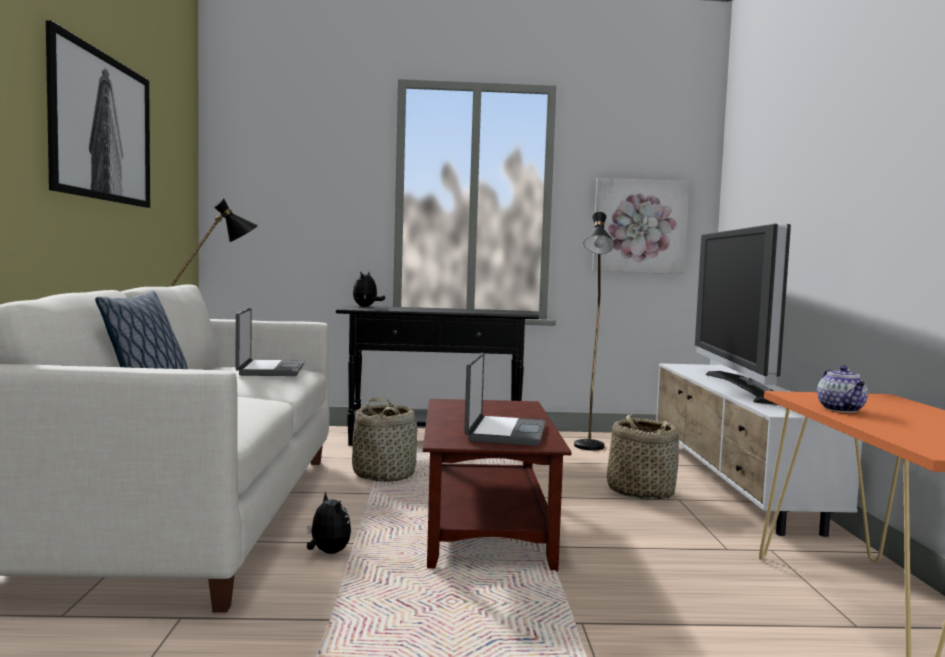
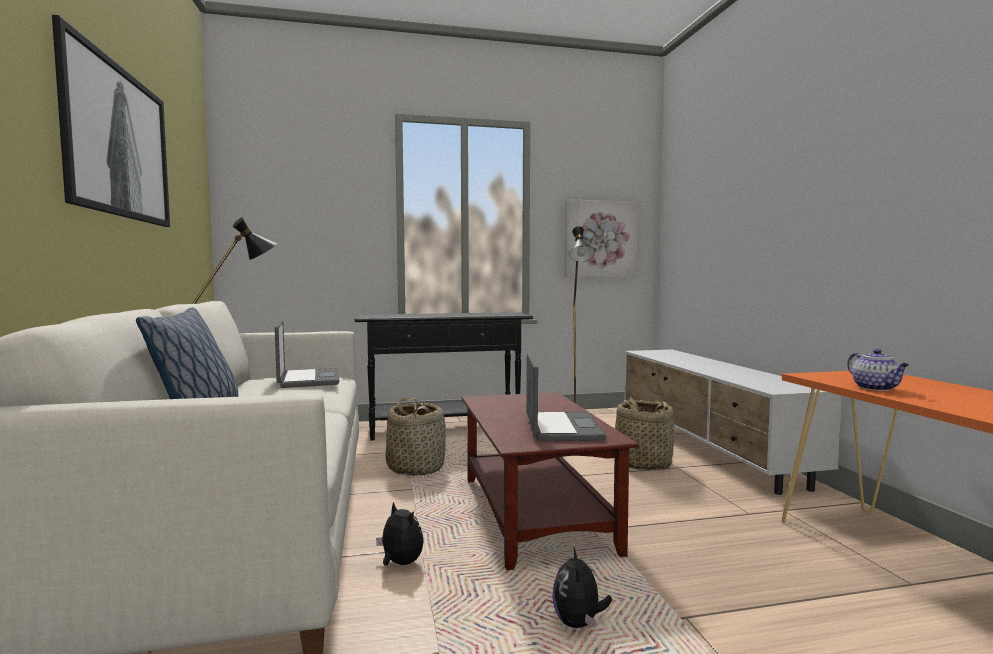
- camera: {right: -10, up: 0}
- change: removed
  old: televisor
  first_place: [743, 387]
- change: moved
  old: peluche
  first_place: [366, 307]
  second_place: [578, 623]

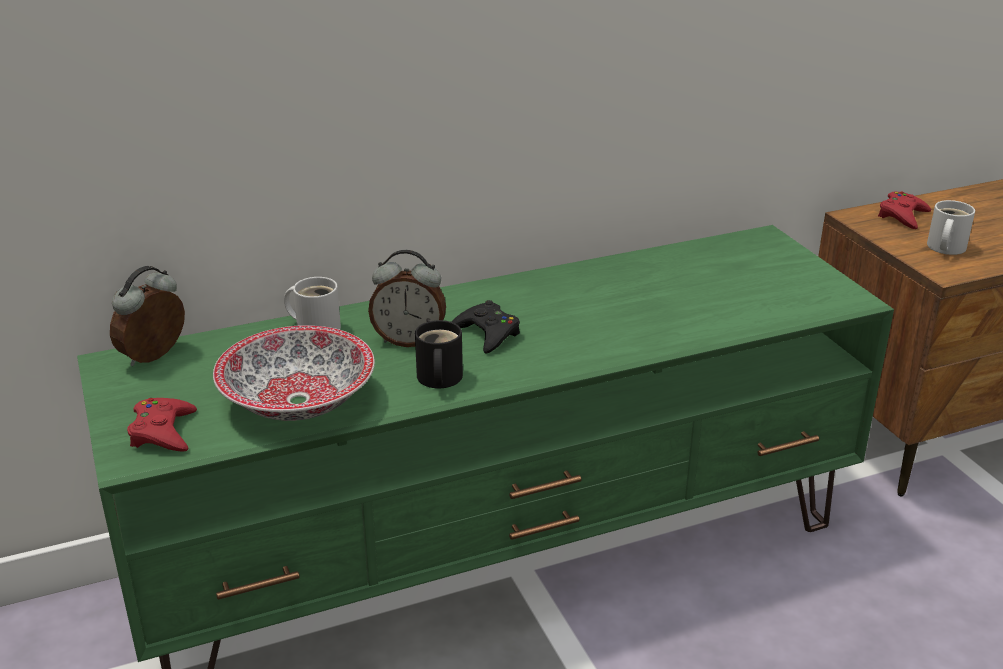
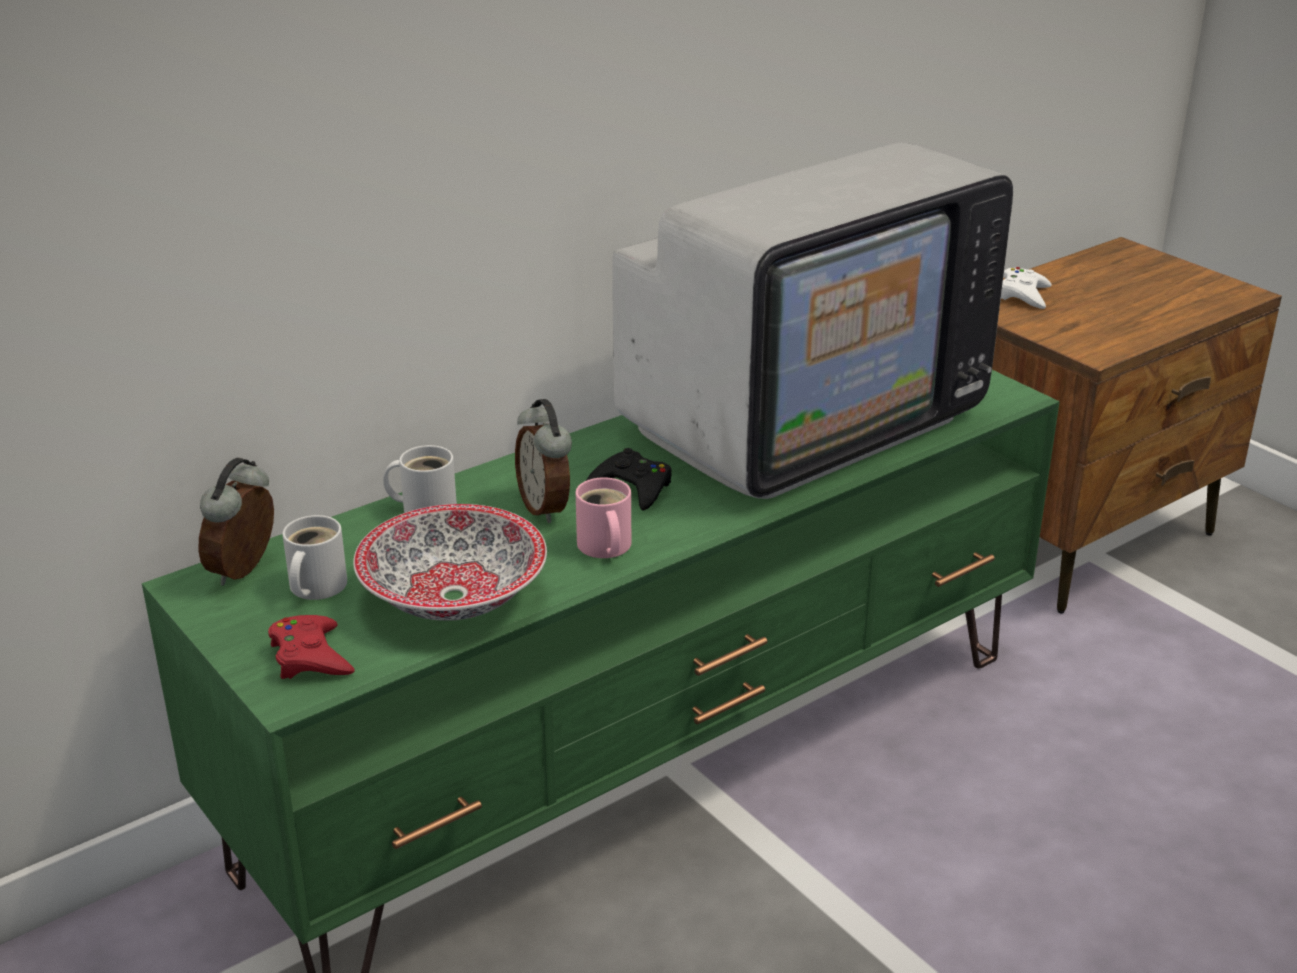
- camera: {right: -15, up: 0}
- change: recoloured
  old: mando de consola (rojo)
  new: mando de consola (blanco)
  first_place: [902, 216]
  second_place: [1024, 295]
- change: moved
  old: taza grande (blanco)
  first_place: [944, 248]
  second_place: [314, 587]
- change: turned
  old: despertador
  first_place: [409, 340]
  second_place: [546, 508]
  degrees: 75
- change: recoloured
  old: taza grande (negro)
  new: taza grande (rosa)
  first_place: [437, 379]
  second_place: [603, 547]
- change: added
  new: televisor
  second_place: [803, 423]

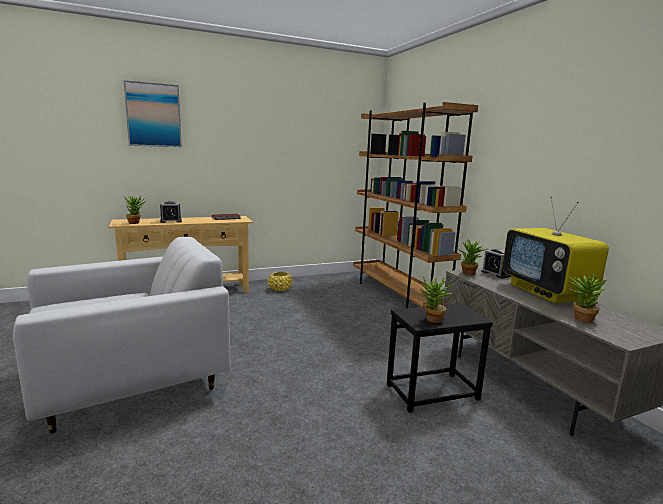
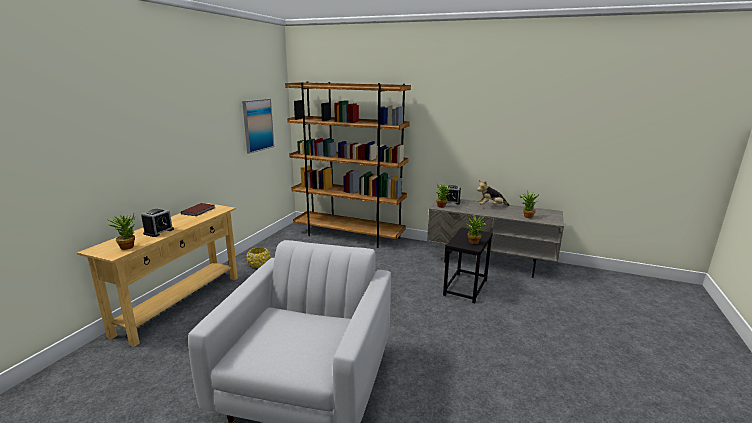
- camera: {right: -45, up: 5}
- change: moved
  old: cuadro
  first_place: [153, 115]
  second_place: [257, 125]
- change: replaced
  old: televisor
  new: peluche
  first_place: [547, 292]
  second_place: [490, 206]

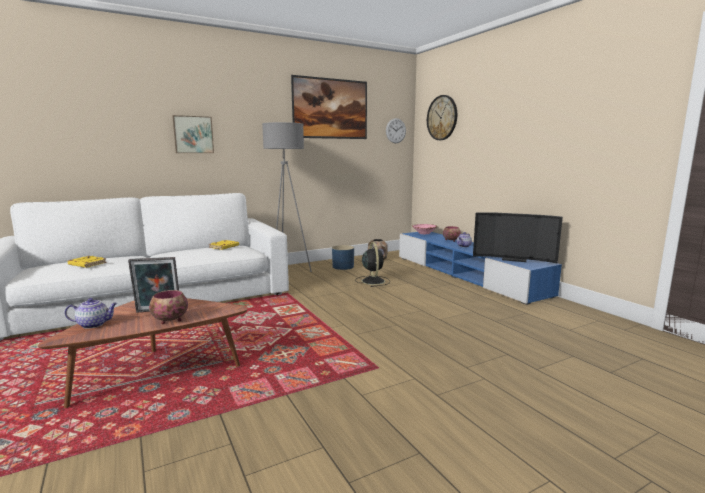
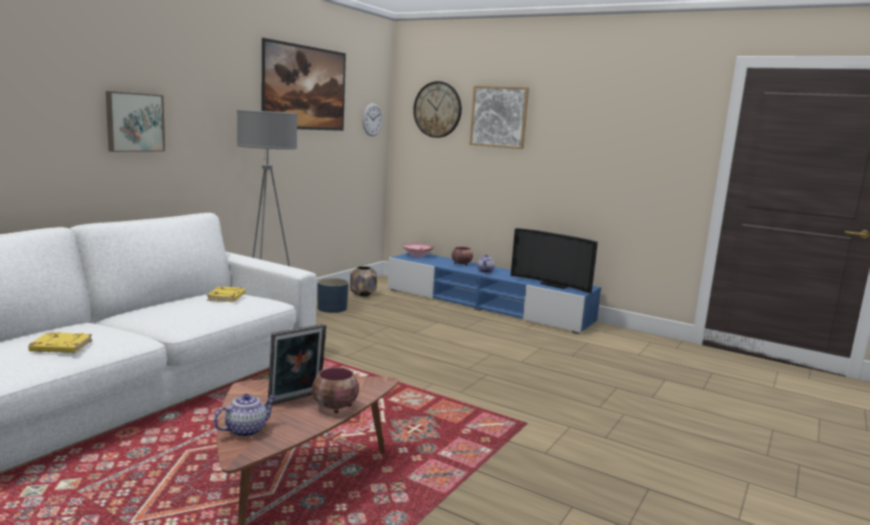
- camera: {right: -30, up: 0}
- change: turned
  old: televisor
  first_place: [513, 259]
  second_place: [554, 285]
  degrees: 45
- change: removed
  old: ventilador (negro)
  first_place: [373, 281]
- change: added
  new: cuadro
  second_place: [499, 117]

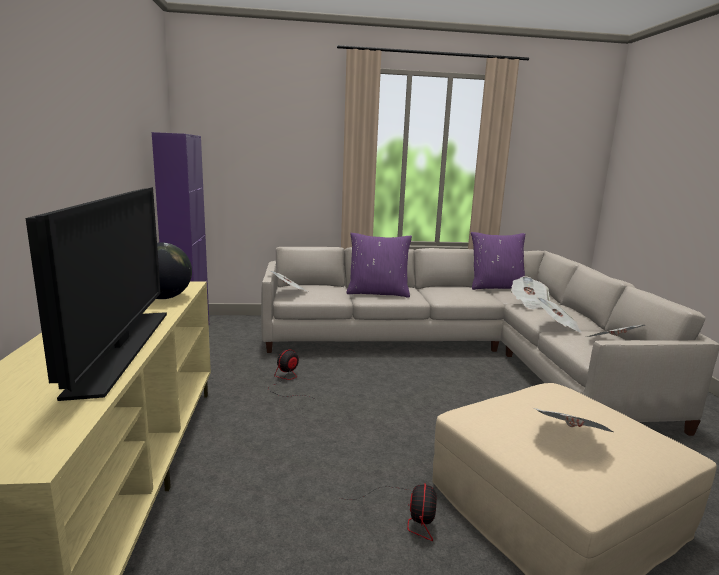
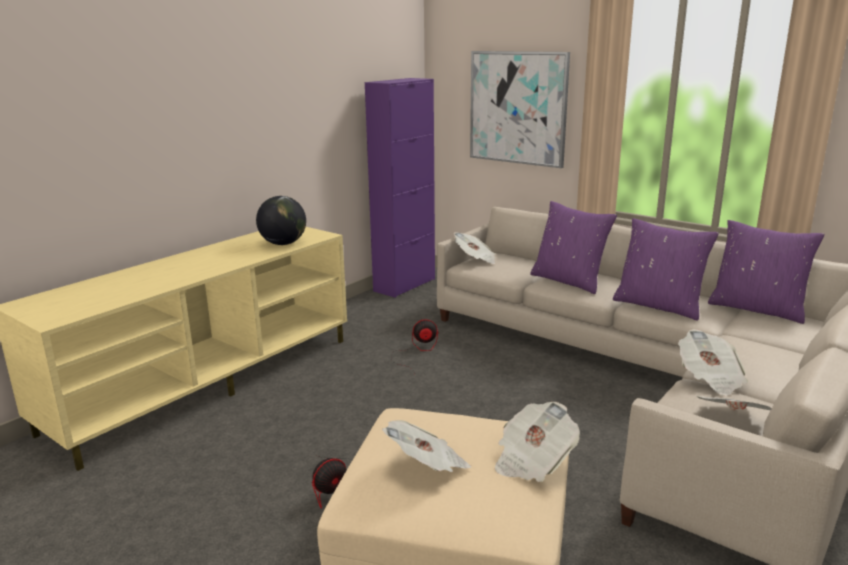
- camera: {right: 45, up: 5}
- change: removed
  old: televisor
  first_place: [121, 349]
- change: moved
  old: periódico
  first_place: [529, 303]
  second_place: [532, 460]
- change: added
  new: cuadro
  second_place: [517, 108]
- change: added
  new: cojín (morado)
  second_place: [659, 305]

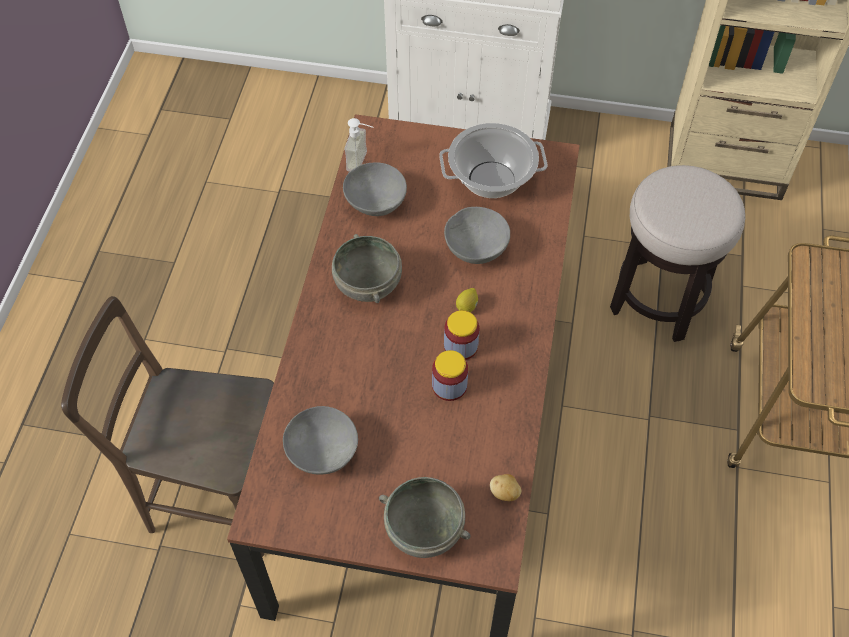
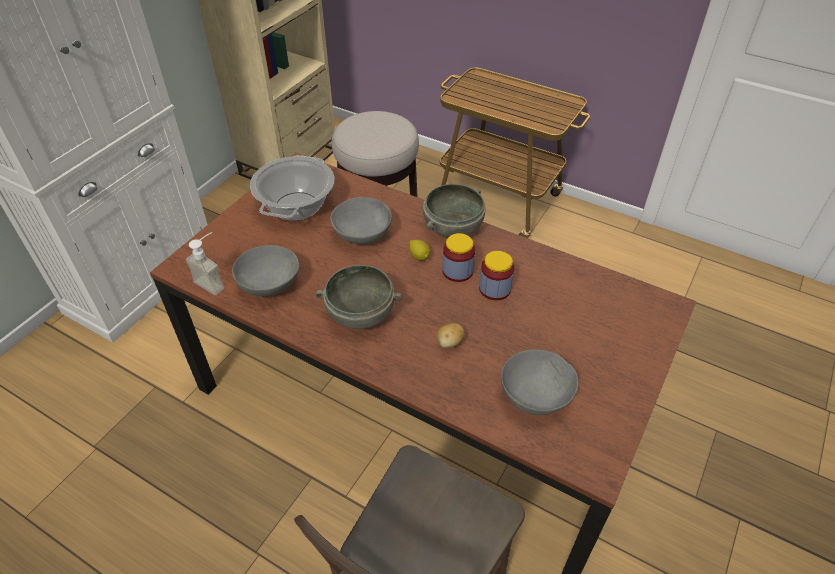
- camera: {right: -70, up: -10}
- change: moved
  old: patata
  first_place: [505, 493]
  second_place: [449, 343]
- change: moved
  old: cuenco (gris)
  first_place: [425, 528]
  second_place: [452, 228]

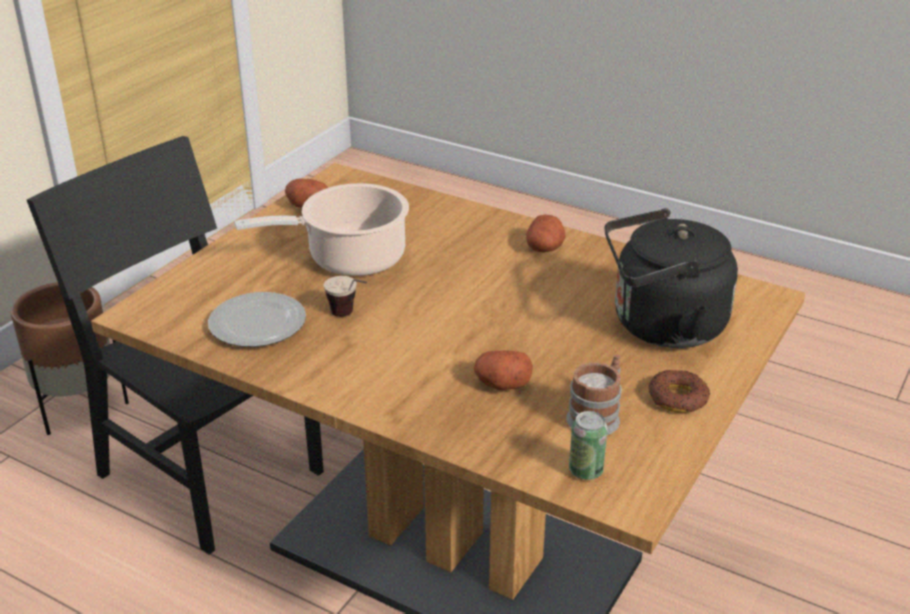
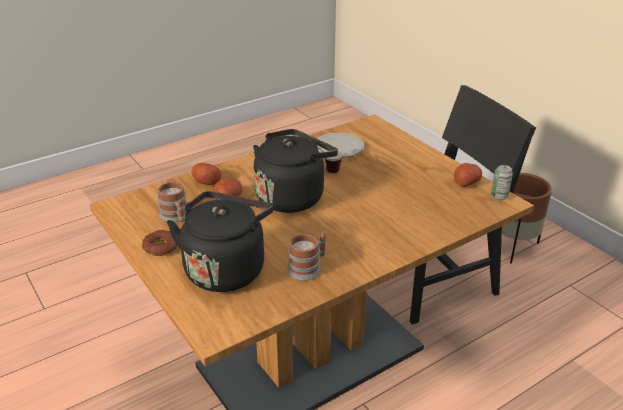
- camera: {right: 115, up: 0}
- change: removed
  old: olla
  first_place: [350, 258]
- change: moved
  old: patata
  first_place: [545, 248]
  second_place: [206, 181]
- change: moved
  old: lata
  first_place: [585, 471]
  second_place: [499, 196]
- change: added
  new: hervidor (negro)
  second_place: [292, 196]
- change: added
  new: taza grande
  second_place: [308, 268]

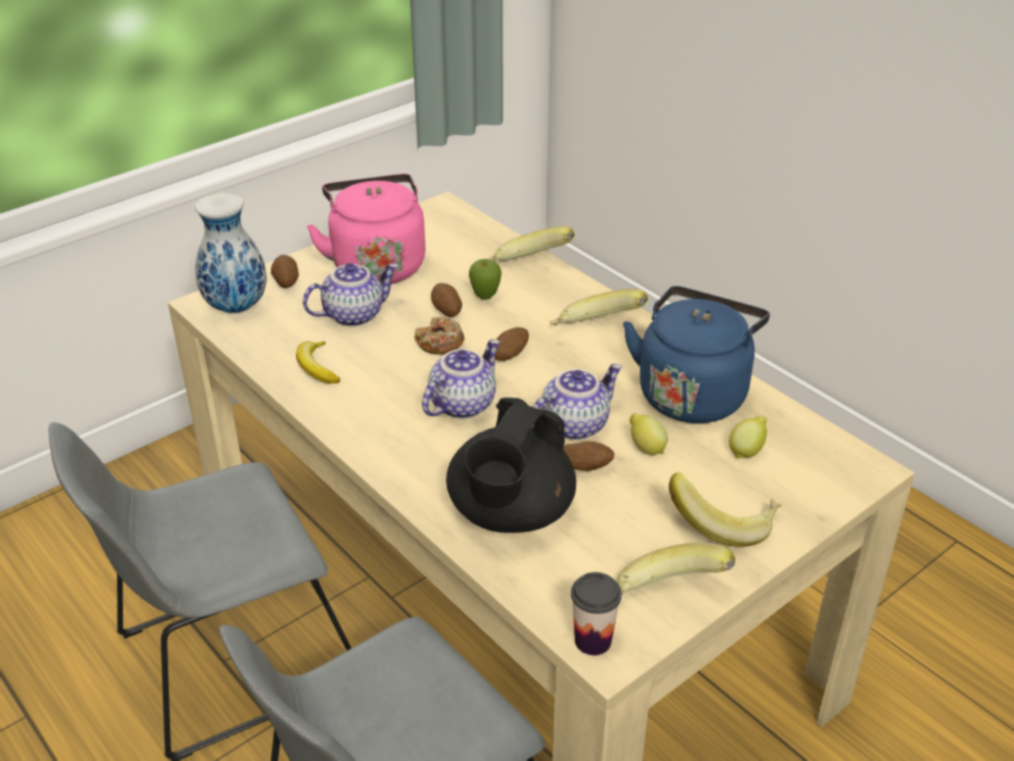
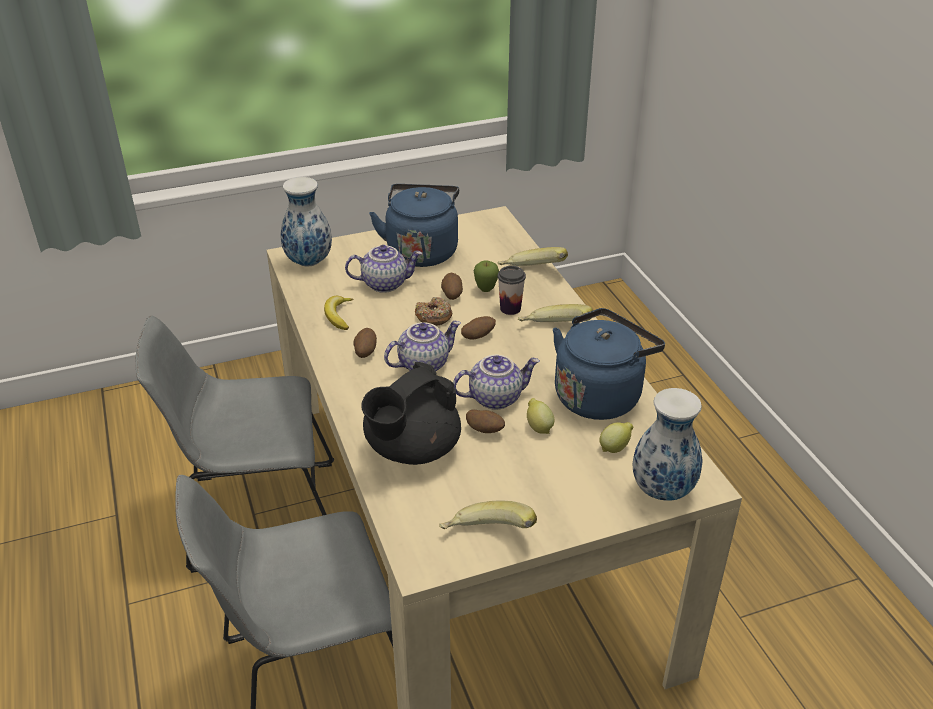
- camera: {right: 20, up: 0}
- change: recoloured
  old: hervidor (rosa)
  new: hervidor (azul)
  first_place: [376, 264]
  second_place: [422, 250]
- change: moved
  old: patata
  first_place: [286, 282]
  second_place: [365, 352]
- change: removed
  old: plátano
  first_place: [723, 523]
- change: moved
  old: taza
  first_place: [593, 640]
  second_place: [510, 308]
- change: added
  new: florero
  second_place: [662, 492]

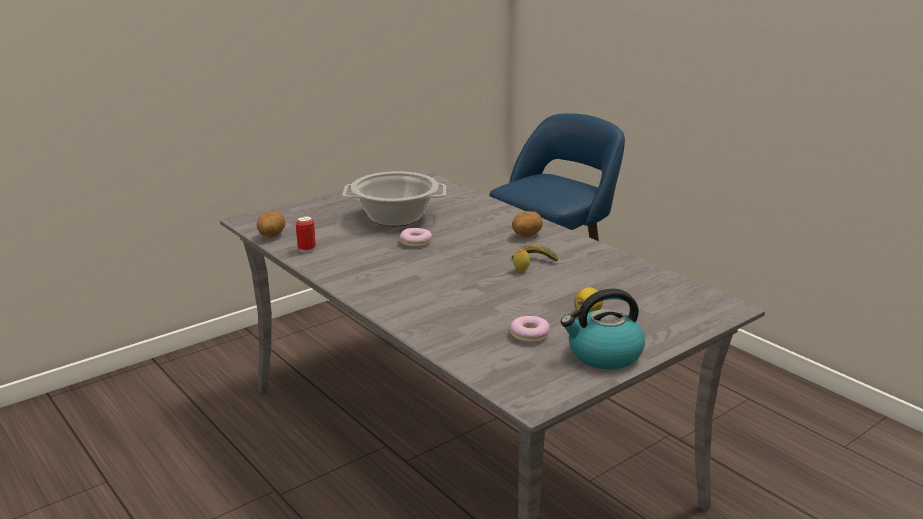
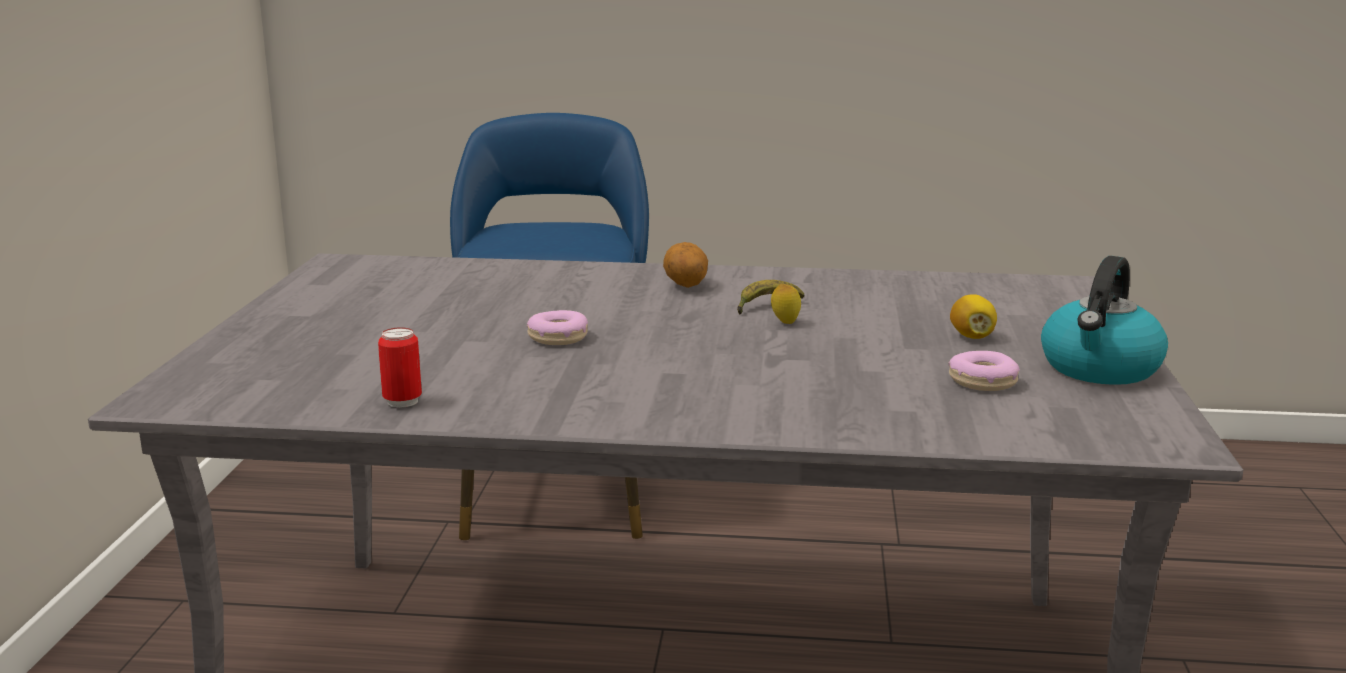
- camera: {right: -45, up: -5}
- change: removed
  old: olla
  first_place: [396, 218]
- change: removed
  old: patata
  first_place: [271, 236]

